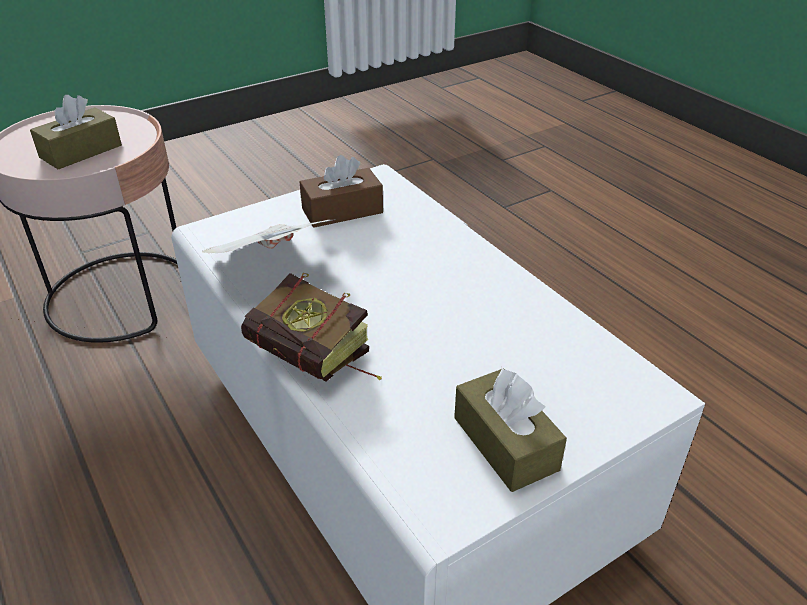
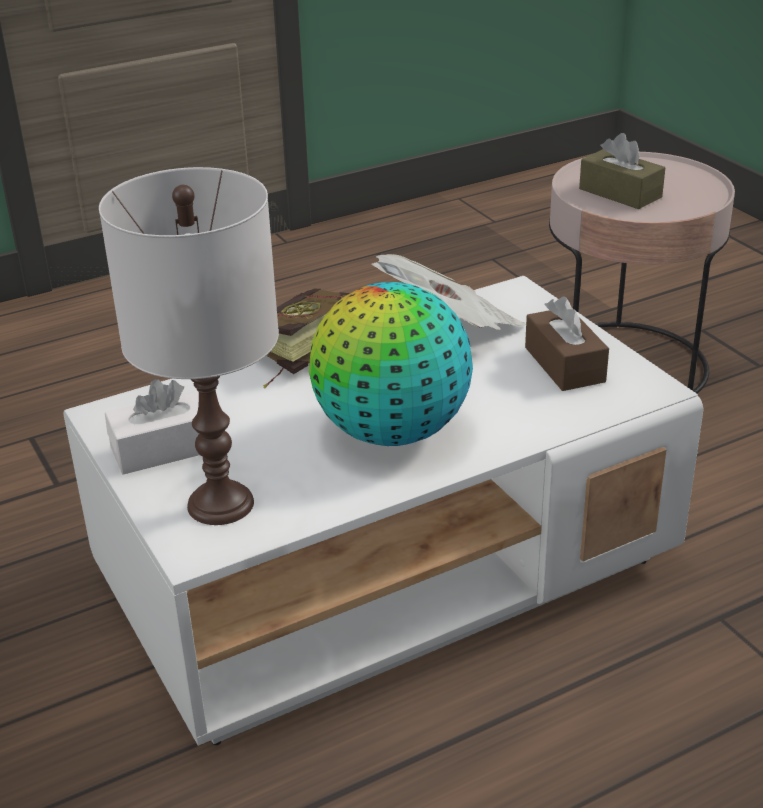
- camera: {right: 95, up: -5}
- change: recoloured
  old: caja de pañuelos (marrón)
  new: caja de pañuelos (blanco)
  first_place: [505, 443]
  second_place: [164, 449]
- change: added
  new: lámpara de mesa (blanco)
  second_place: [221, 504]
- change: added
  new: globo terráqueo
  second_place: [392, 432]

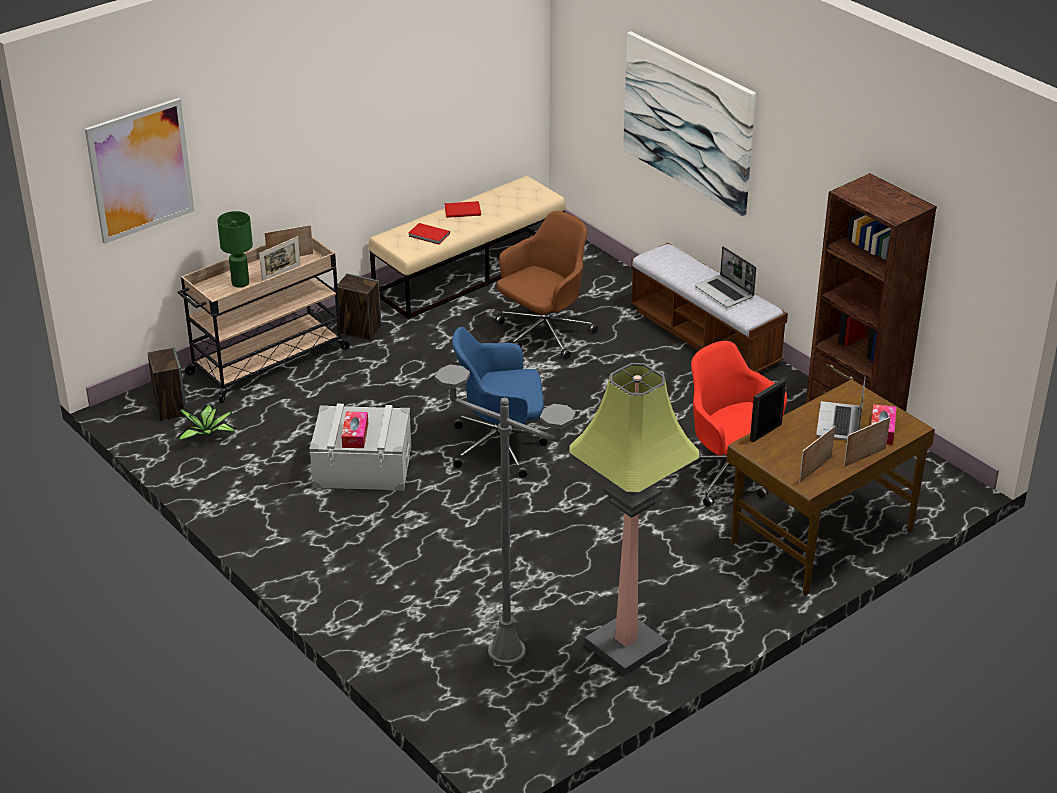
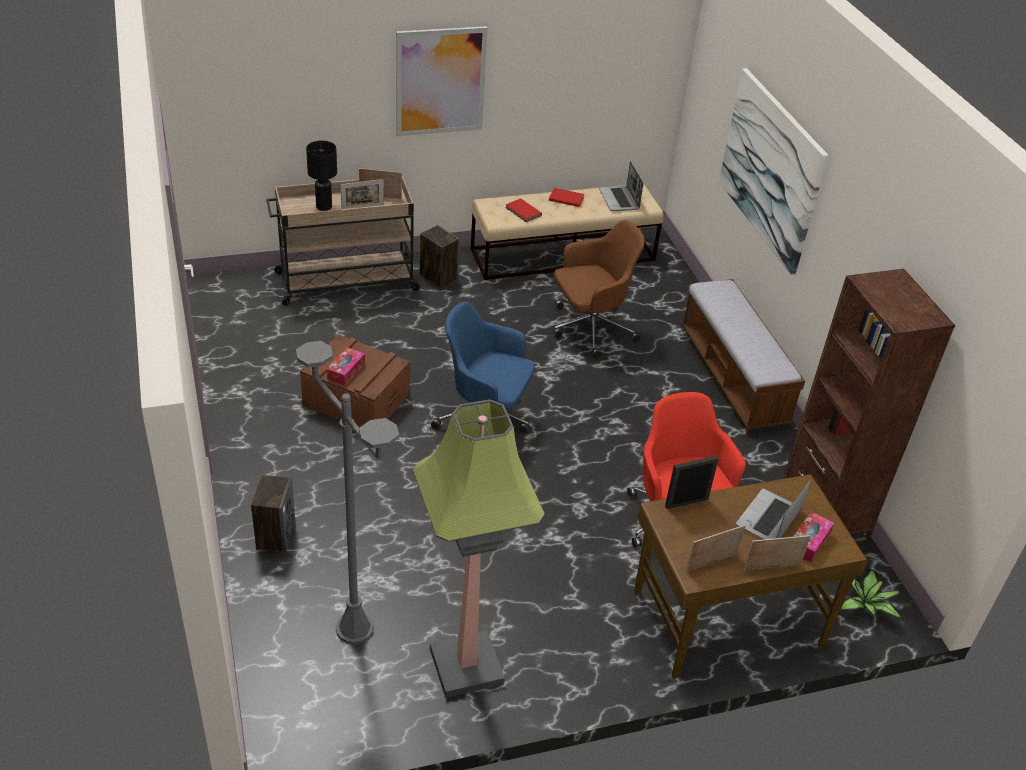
- camera: {right: 20, up: 5}
- change: moved
  old: cuadro
  first_place: [140, 170]
  second_place: [440, 81]
- change: recoloured
  old: lámpara de mesa (verde)
  new: lámpara de mesa (negro)
  first_place: [240, 283]
  second_place: [323, 207]
- change: moved
  old: portátil
  first_place: [725, 292]
  second_place: [619, 200]
- change: moved
  old: altavoz
  first_place: [170, 408]
  second_place: [275, 536]
- change: recoloured
  old: caja de almacenaje (gris)
  new: caja de almacenaje (marrón)
  first_place: [363, 466]
  second_place: [356, 400]
- change: moved
  old: planta en maceta
  first_place: [207, 434]
  second_place: [865, 605]

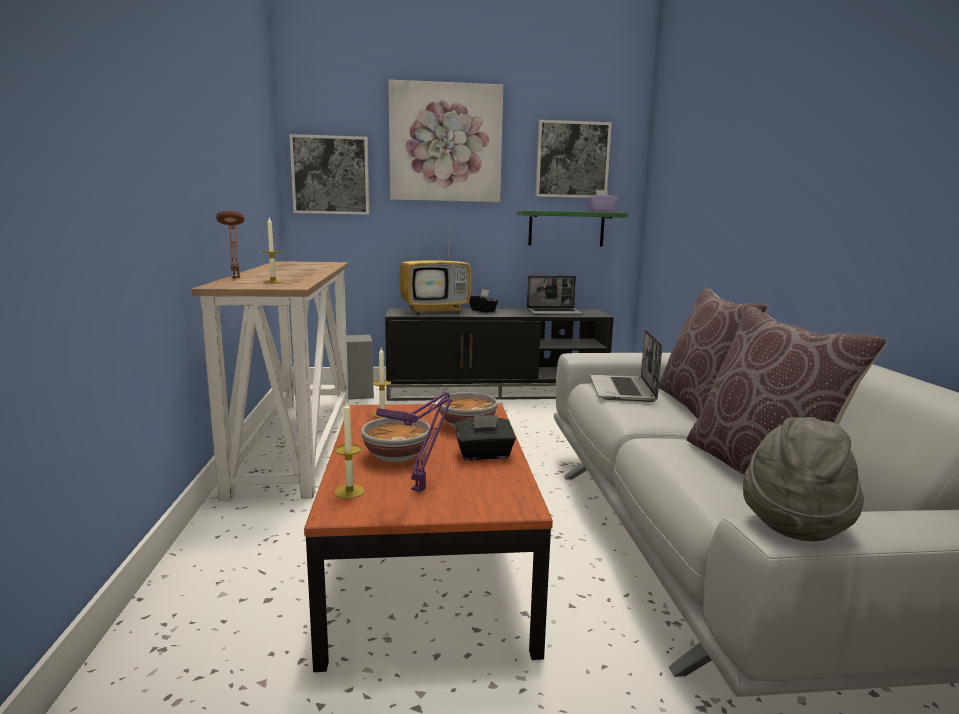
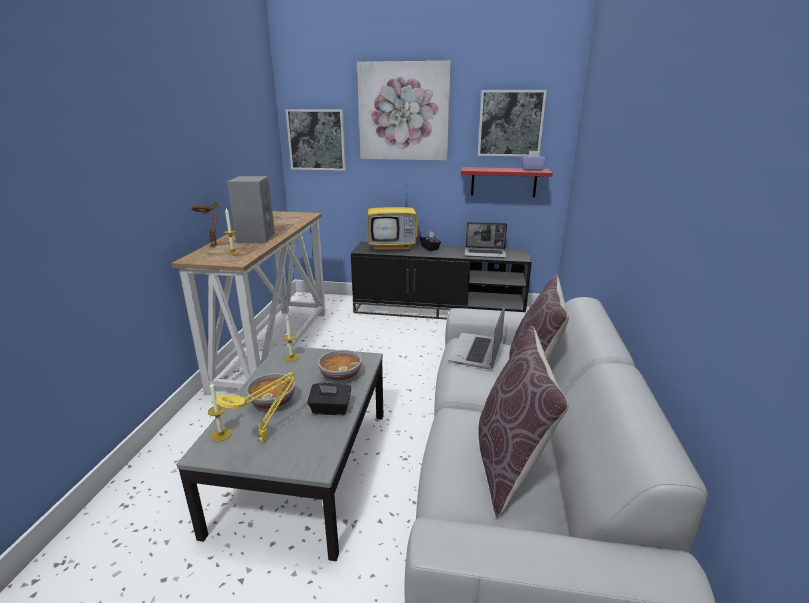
- camera: {right: 15, up: 10}
- change: recoloured
  old: estante (verde)
  new: estante (rojo)
  first_place: [566, 228]
  second_place: [503, 182]
- change: moved
  old: altavoz (gris)
  first_place: [357, 394]
  second_place: [255, 238]
- change: recoloured
  old: lámpara de mesa (morado)
  new: lámpara de mesa (amarillo)
  first_place: [420, 488]
  second_place: [266, 438]
- change: recoloured
  old: mesa de centro (marrón)
  new: mesa de centro (gris)
  first_place: [429, 564]
  second_place: [305, 468]
- change: removed
  old: sombrero (gris)
  first_place: [794, 520]

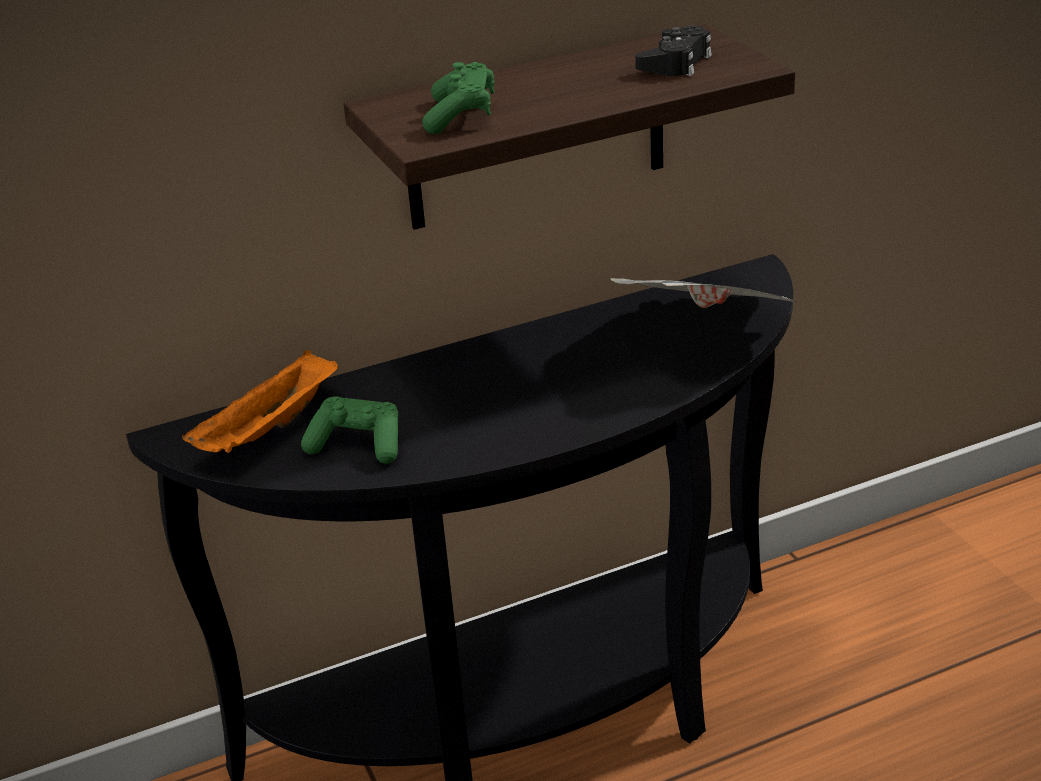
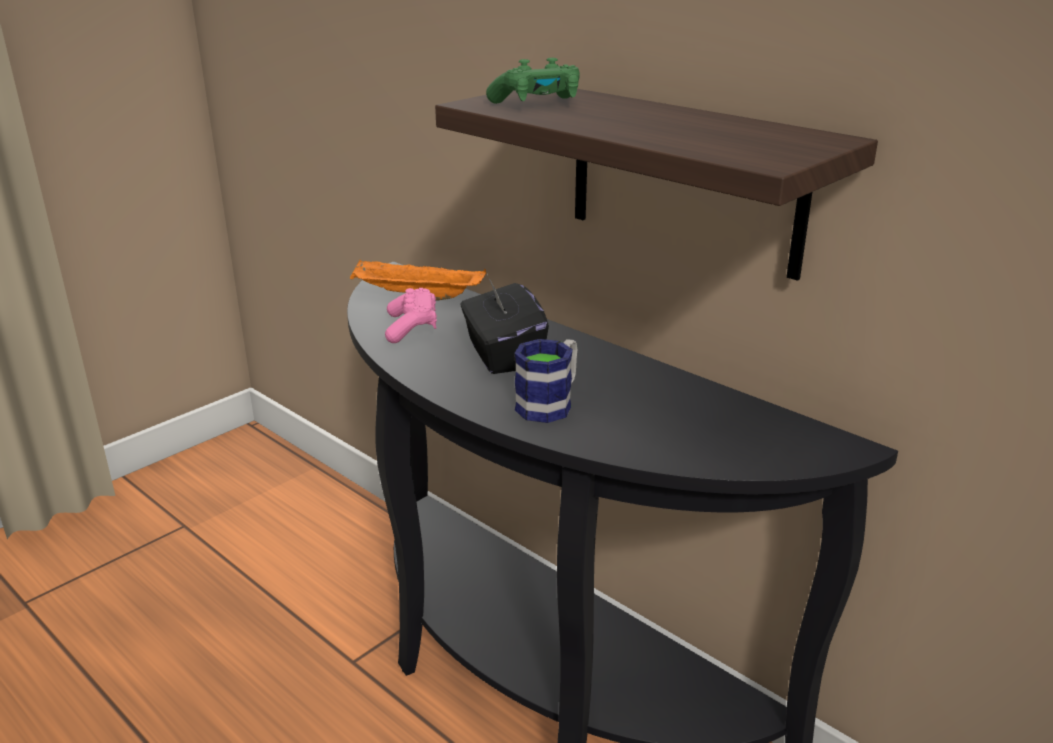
- camera: {right: 65, up: -5}
- change: removed
  old: mando de consola (negro)
  first_place: [675, 62]
- change: removed
  old: periódico
  first_place: [708, 333]
- change: recoloured
  old: mando de consola (verde)
  new: mando de consola (rosa)
  first_place: [358, 445]
  second_place: [411, 328]
- change: added
  new: caja de pañuelos (negro)
  second_place: [502, 355]
- change: added
  new: taza grande
  second_place: [550, 403]

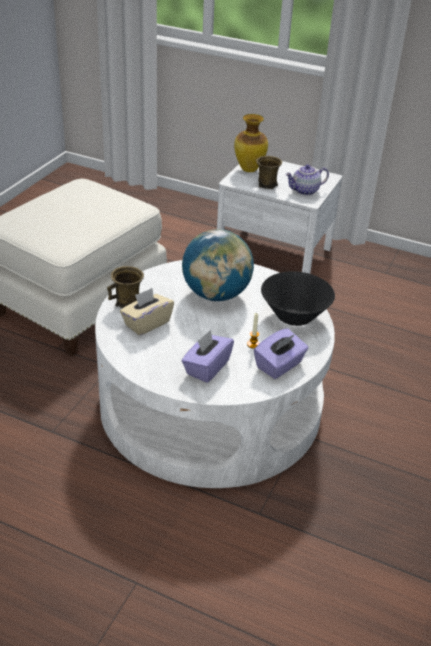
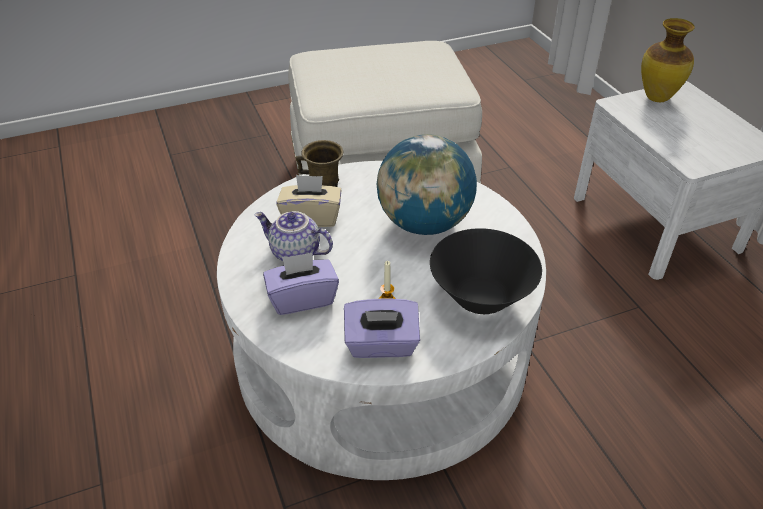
- camera: {right: 45, up: 5}
- change: removed
  old: taza grande (marrón)
  first_place: [266, 185]
- change: moved
  old: tetera
  first_place: [305, 191]
  second_place: [294, 253]

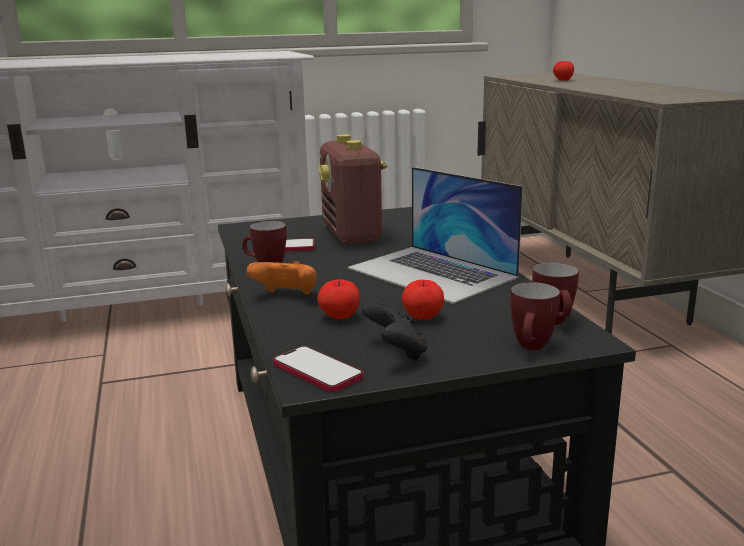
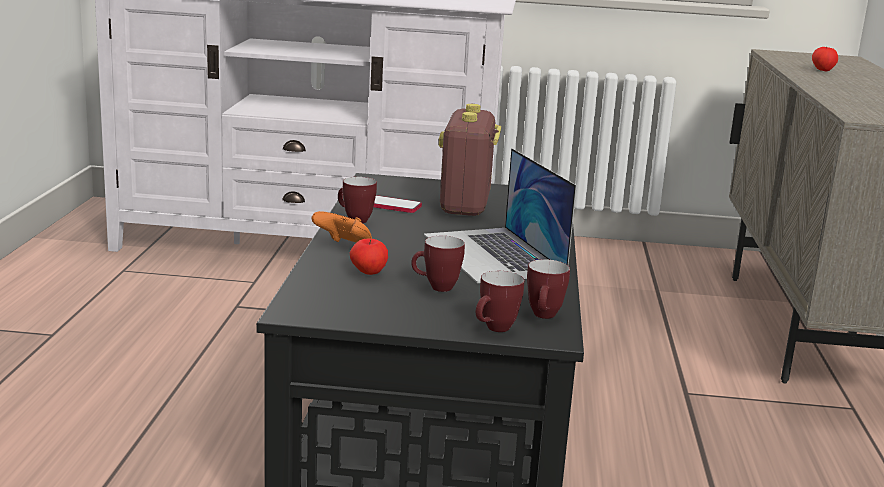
- camera: {right: 20, up: 0}
- change: replaced
  old: manzana
  new: taza grande
  first_place: [422, 317]
  second_place: [436, 288]
- change: removed
  old: mando de consola (negro)
  first_place: [396, 353]
- change: removed
  old: móvil
  first_place: [317, 371]

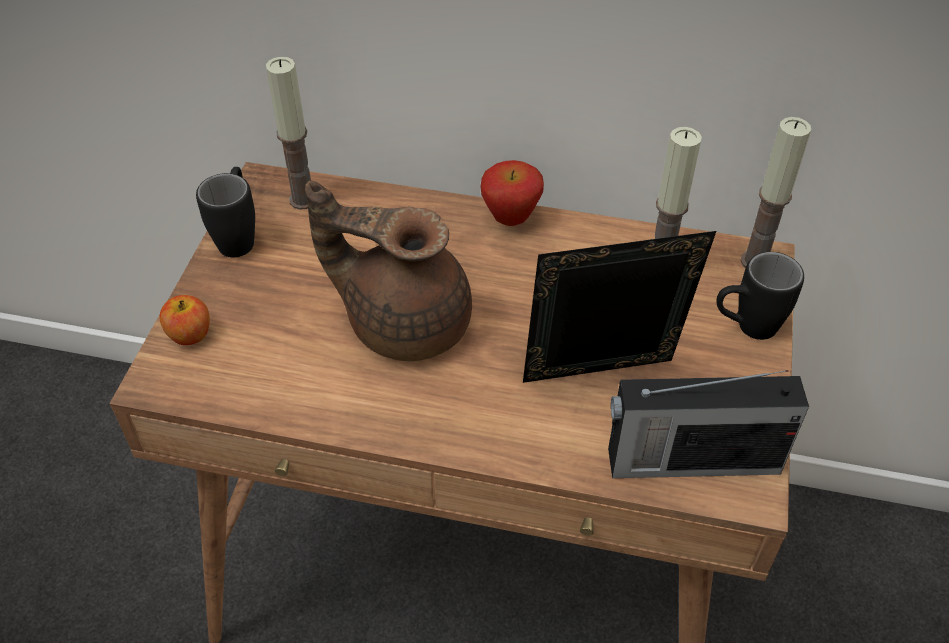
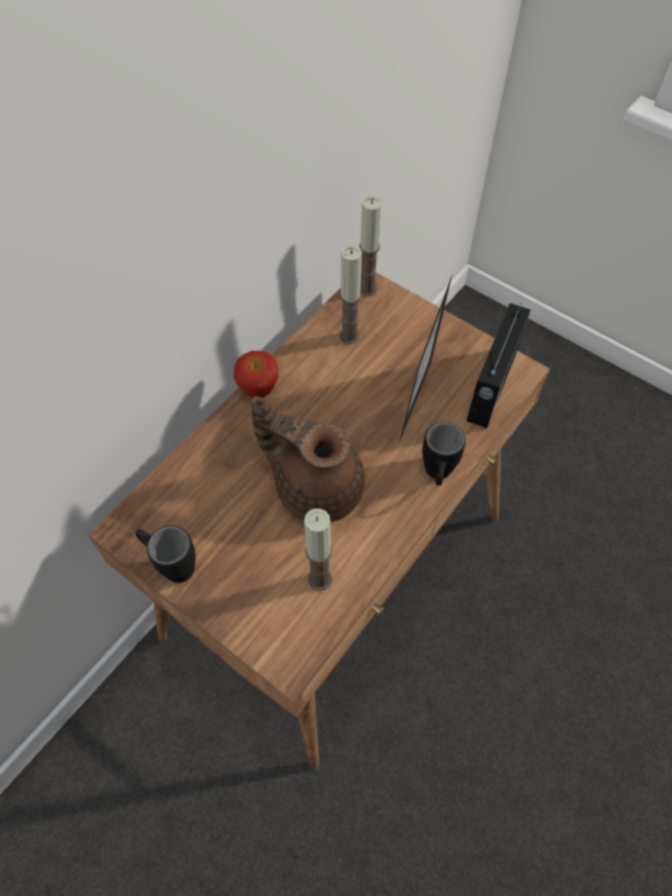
- camera: {right: -65, up: 10}
- change: moved
  old: vela
  first_place: [303, 200]
  second_place: [320, 579]
- change: turned
  old: tetera (marrón)
  first_place: [404, 321]
  second_place: [315, 486]
  degrees: 75
- change: moved
  old: taza grande (negro)
  first_place: [745, 328]
  second_place: [437, 476]
- change: removed
  old: manzana
  first_place: [190, 334]

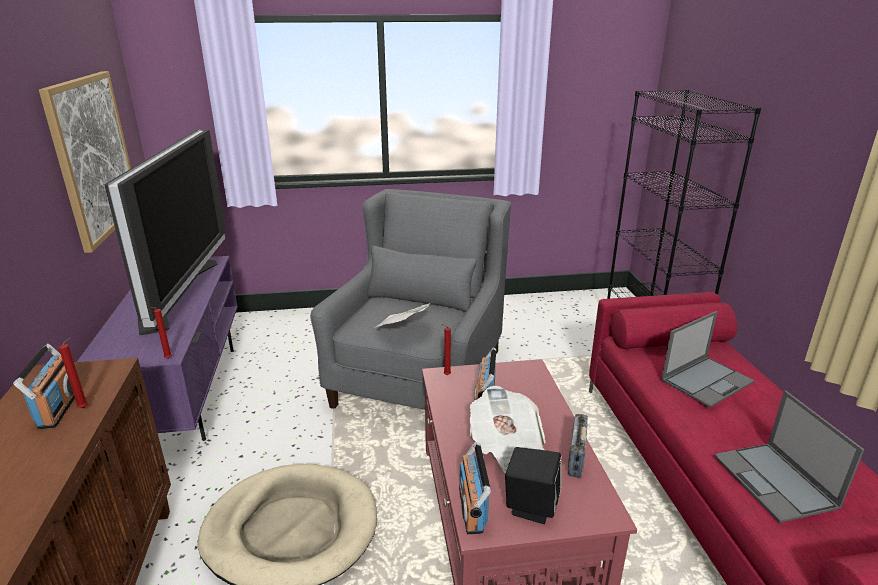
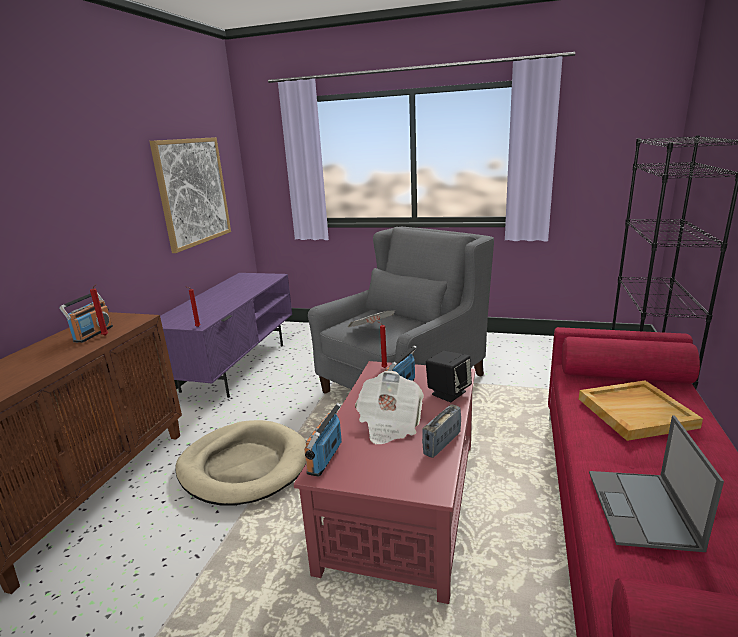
- camera: {right: 25, up: -5}
- change: removed
  old: televisor
  first_place: [181, 293]
- change: replaced
  old: portátil
  new: bandeja (beis)
  first_place: [707, 380]
  second_place: [636, 412]
- change: moved
  old: altavoz (negro)
  first_place: [531, 505]
  second_place: [448, 393]

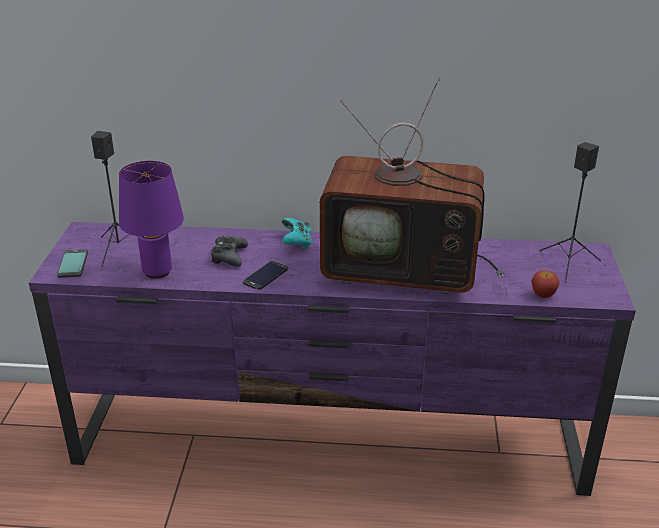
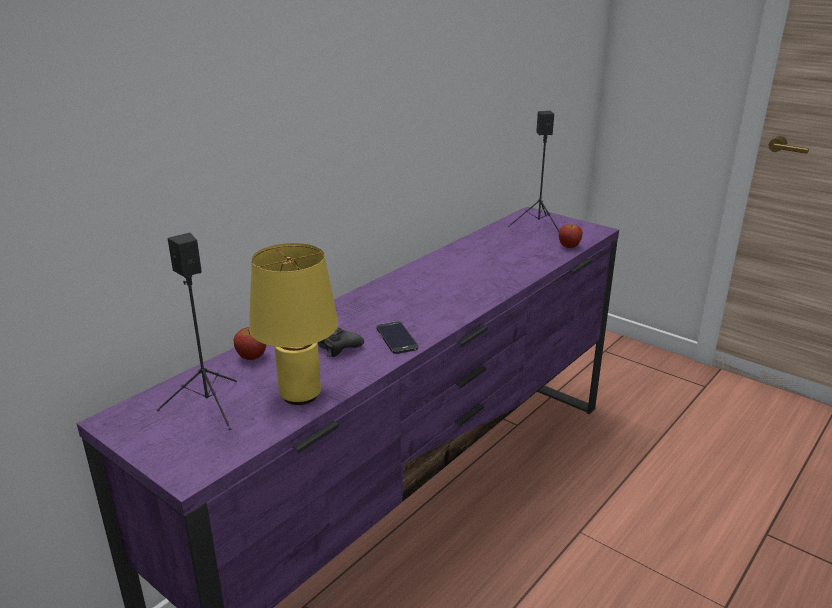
- camera: {right: -55, up: -5}
- change: removed
  old: televisor
  first_place: [405, 269]
- change: recoloured
  old: lámpara de mesa (morado)
  new: lámpara de mesa (amarillo)
  first_place: [156, 271]
  second_place: [299, 395]
- change: removed
  old: mando de consola (turquesa)
  first_place: [297, 243]
- change: removed
  old: móvil
  first_place: [72, 264]
- change: added
  new: manzana
  second_place: [252, 357]

